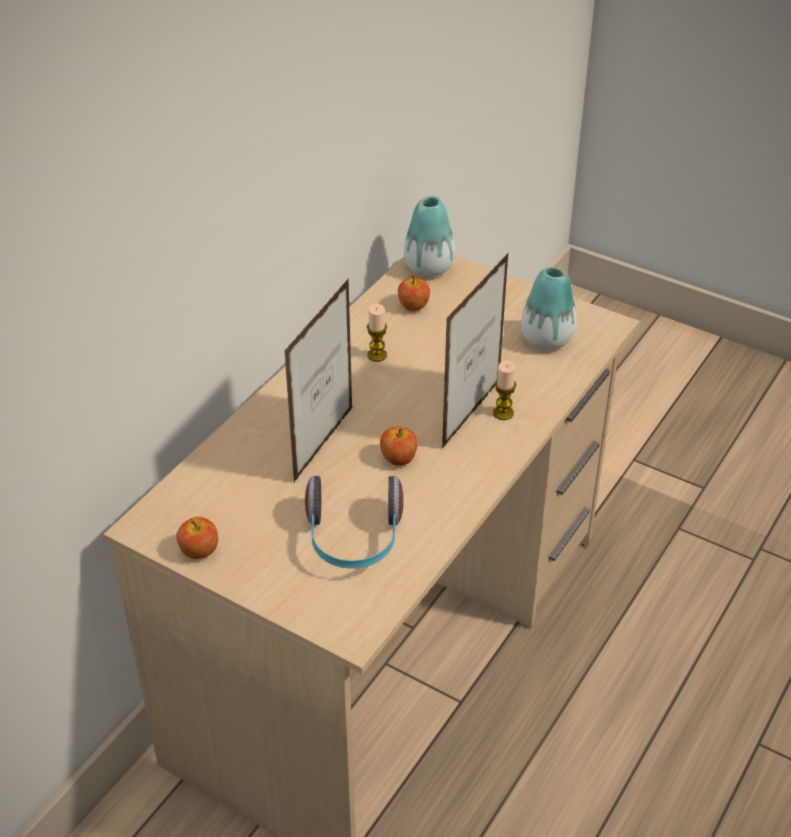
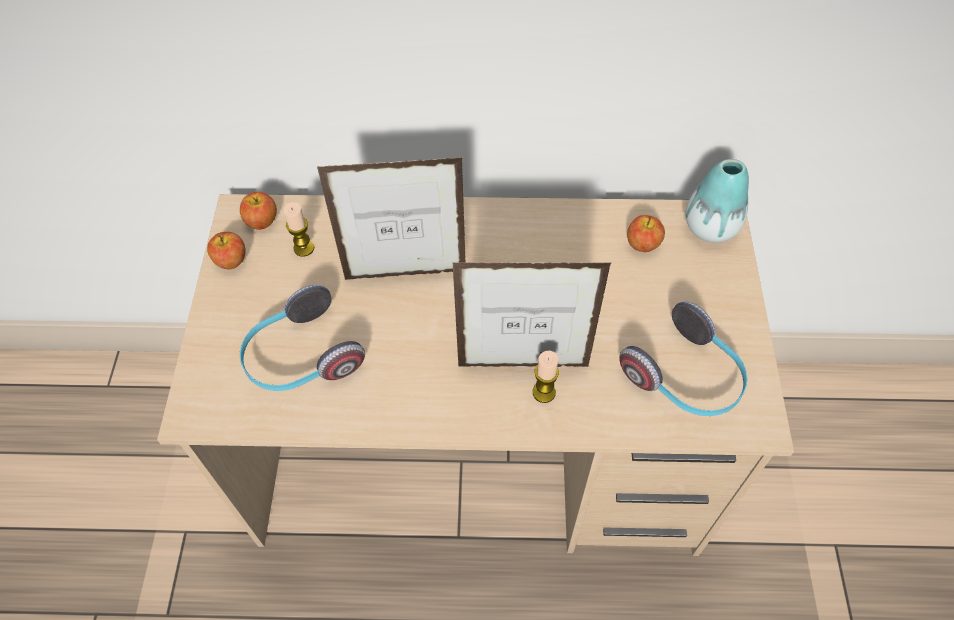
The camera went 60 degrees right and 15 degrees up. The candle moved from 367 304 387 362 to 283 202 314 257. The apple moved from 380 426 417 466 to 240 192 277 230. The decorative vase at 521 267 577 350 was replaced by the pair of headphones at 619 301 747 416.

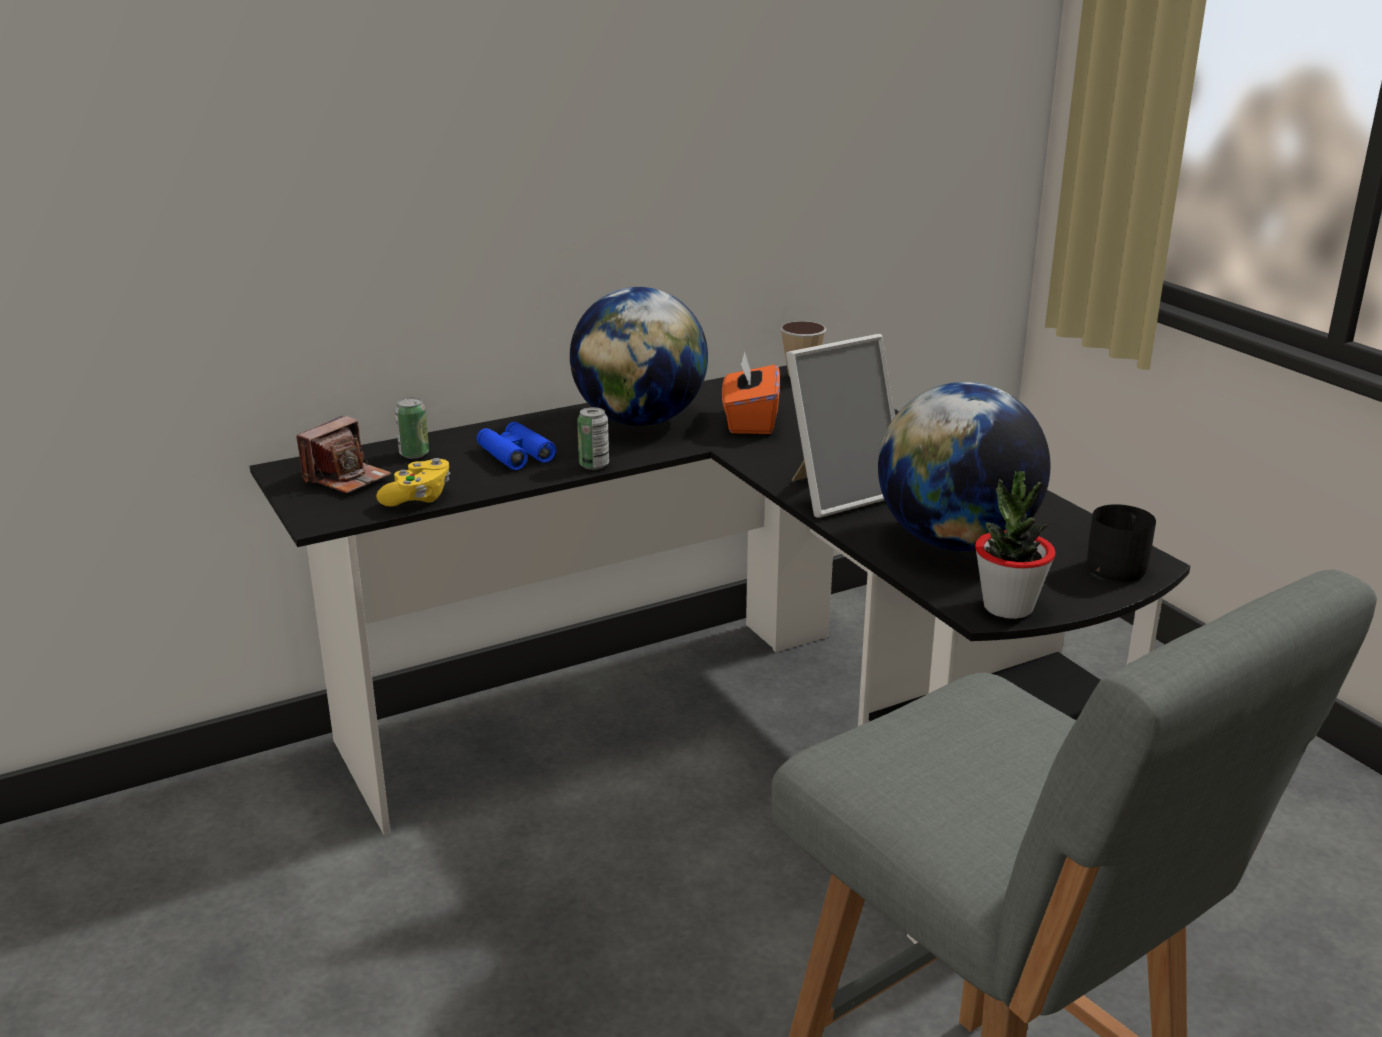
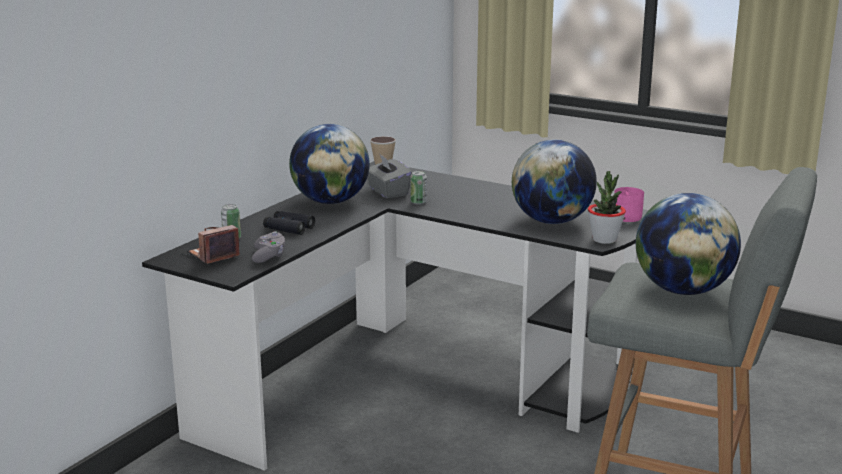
The camera went 30 degrees left and 5 degrees down. The photo frame at 786 334 895 518 disappeared. The globe at 636 193 741 295 appeared. The metal can moved from 577 407 609 470 to 410 171 427 205. The gamepad/yellow-coloured at 376 458 450 507 became the gamepad/gray at 252 231 285 263. The pair of binoculars/bluish at 477 422 556 470 became the pair of binoculars/black-coloured at 263 211 315 235. The tissue holder/orangey at 722 351 780 434 became the tissue holder/gray at 368 153 412 198. The tea mug/black-coloured at 1087 504 1156 582 became the tea mug/pinkish at 614 187 644 222. The photo camera at 296 416 391 493 turned 135 degrees counterclockwise.

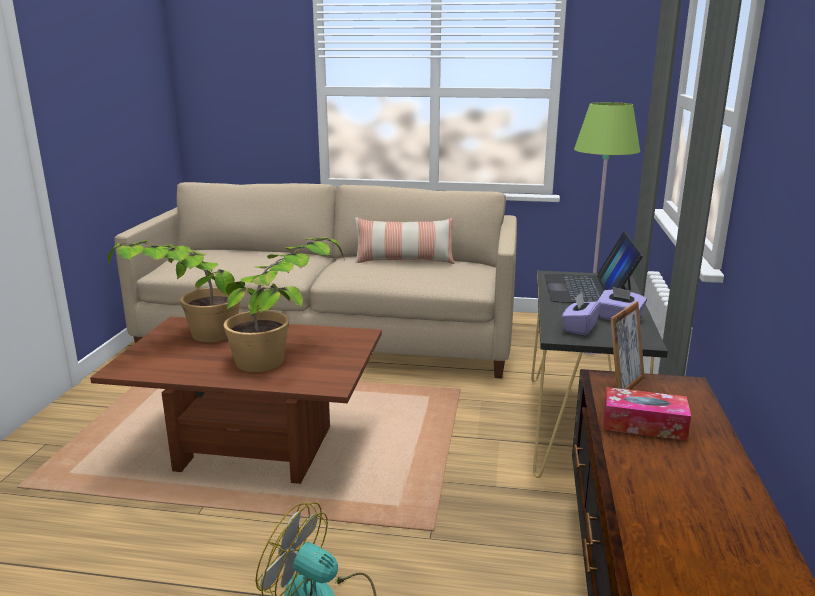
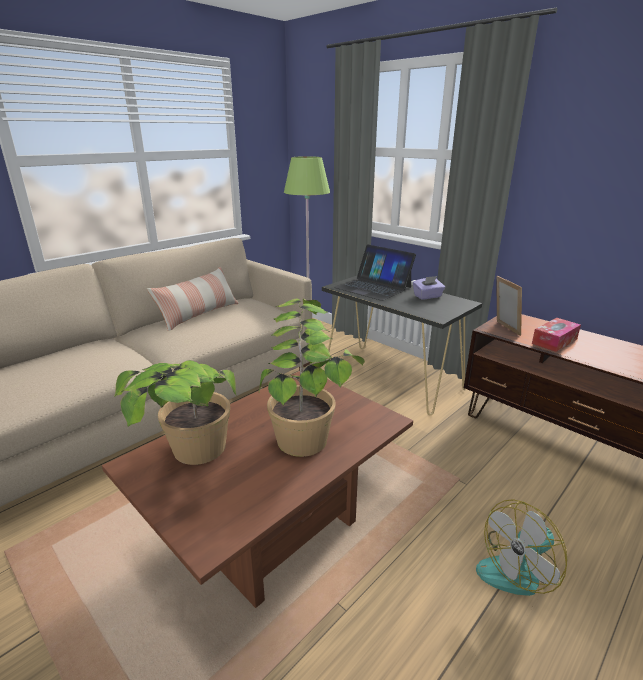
The camera went 55 degrees left and 5 degrees up. The tissue holder/purple-coloured at 562 292 601 335 disappeared.

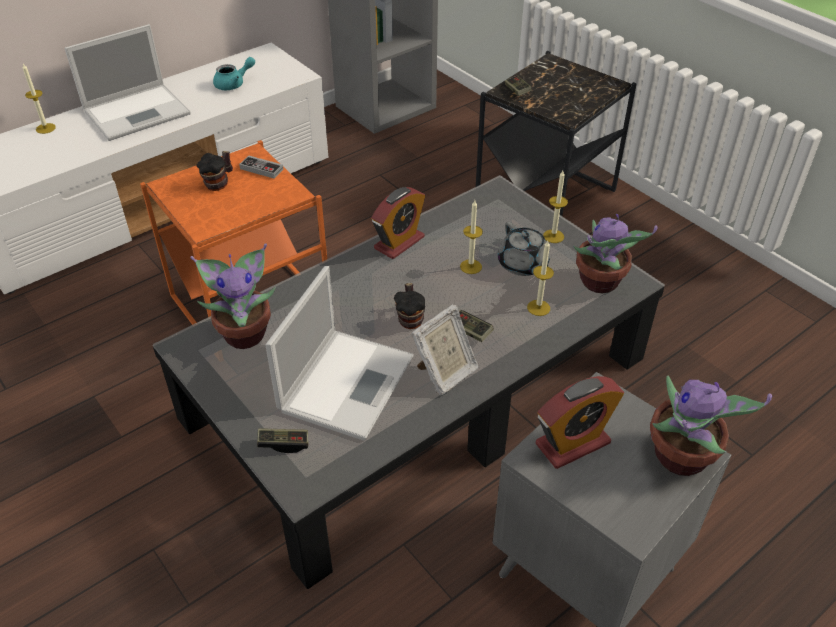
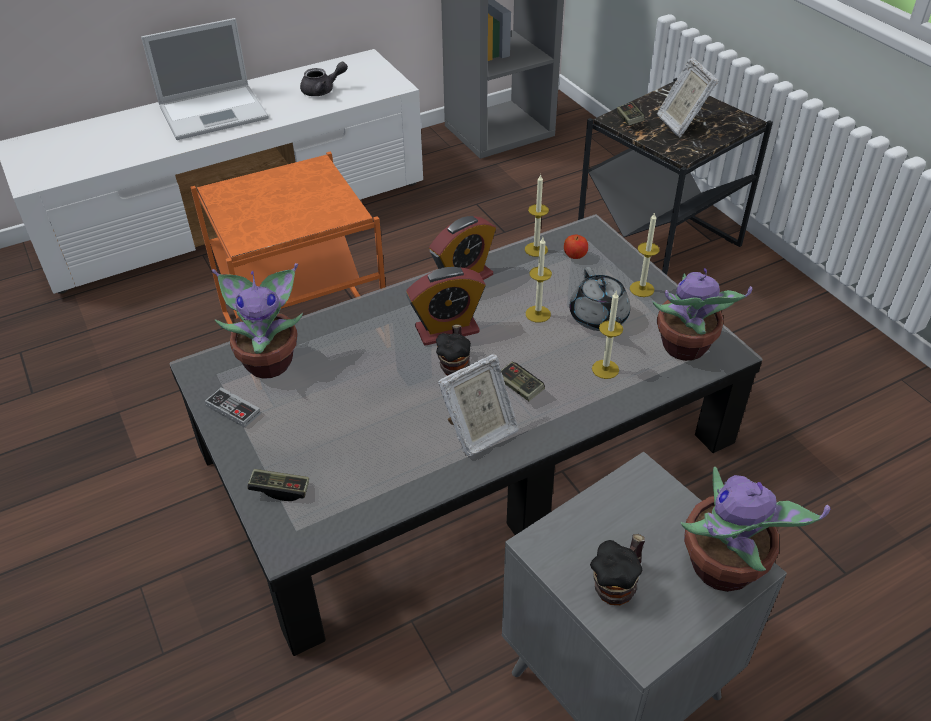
The camera went 10 degrees right and 0 degrees up. The laptop at 265 266 414 441 disappeared. The apple at 564 235 588 259 appeared. The photo frame at 657 57 719 137 appeared. The candle moved from 23 64 56 134 to 525 174 549 257. The tea mug moved from 196 151 233 191 to 590 534 645 605. The gamepad moved from 239 155 283 179 to 205 387 261 428. The table clock moved from 535 376 624 469 to 406 267 486 346. The teapot/turquoise at 213 57 255 90 became the teapot/gray at 300 62 348 96.

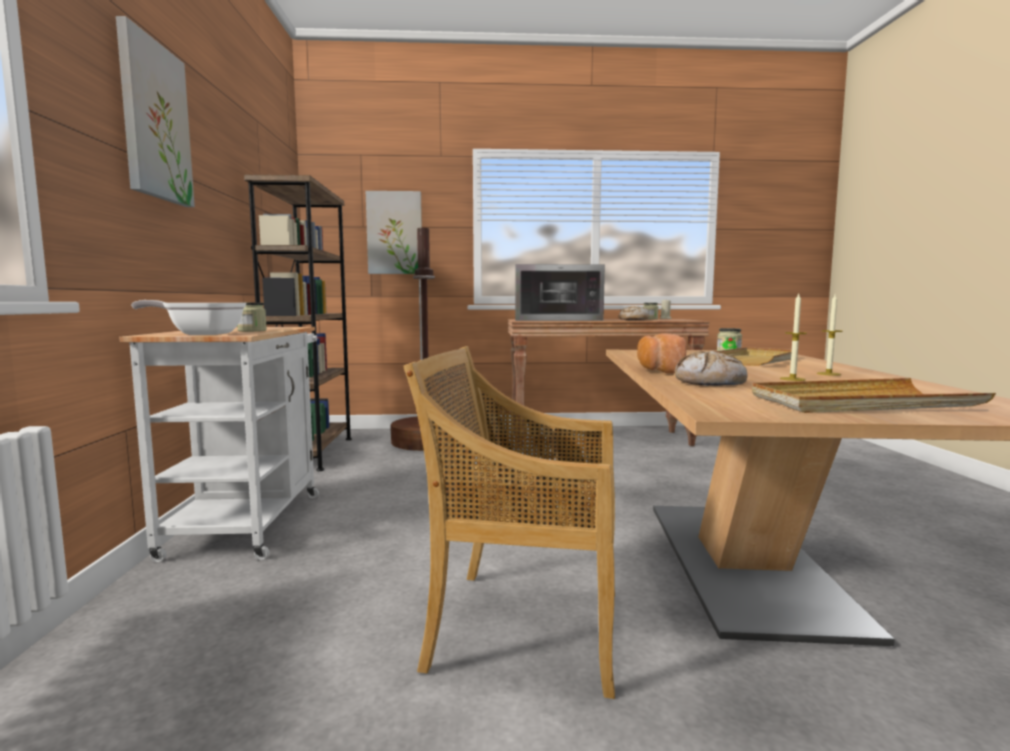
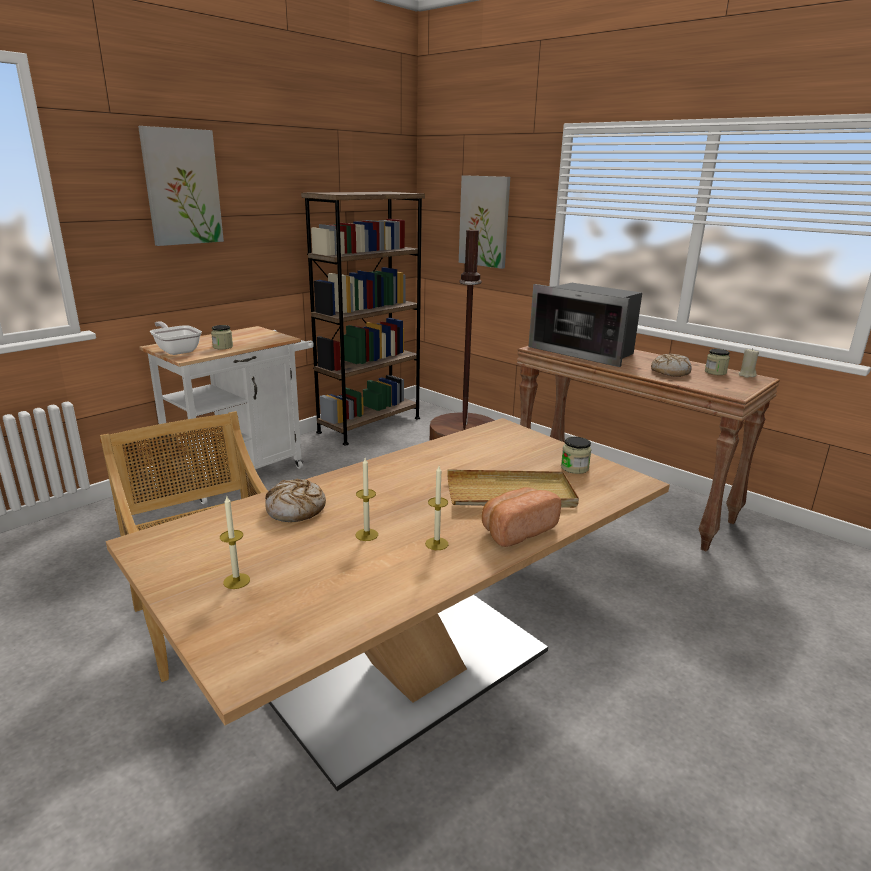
The camera went 45 degrees right and 15 degrees up. The baked bread moved from 637 333 686 374 to 482 487 561 547. The carrying tray/sand-coloured at 752 378 996 413 was replaced by the candle at 220 496 250 589.

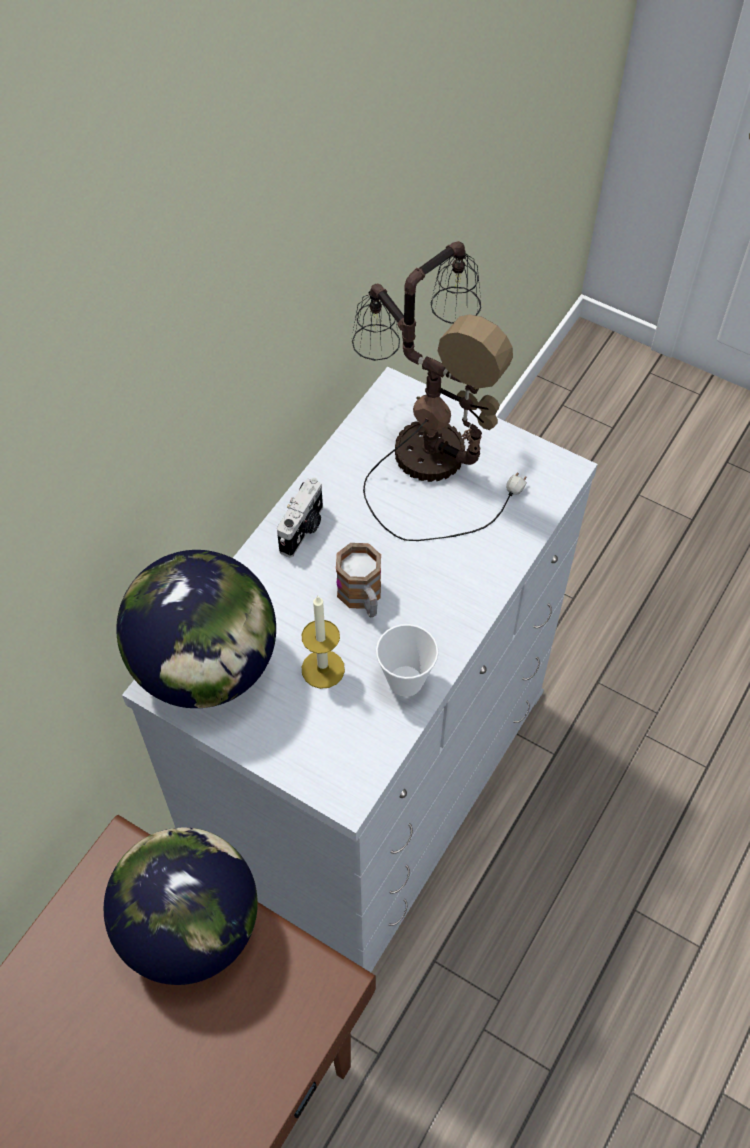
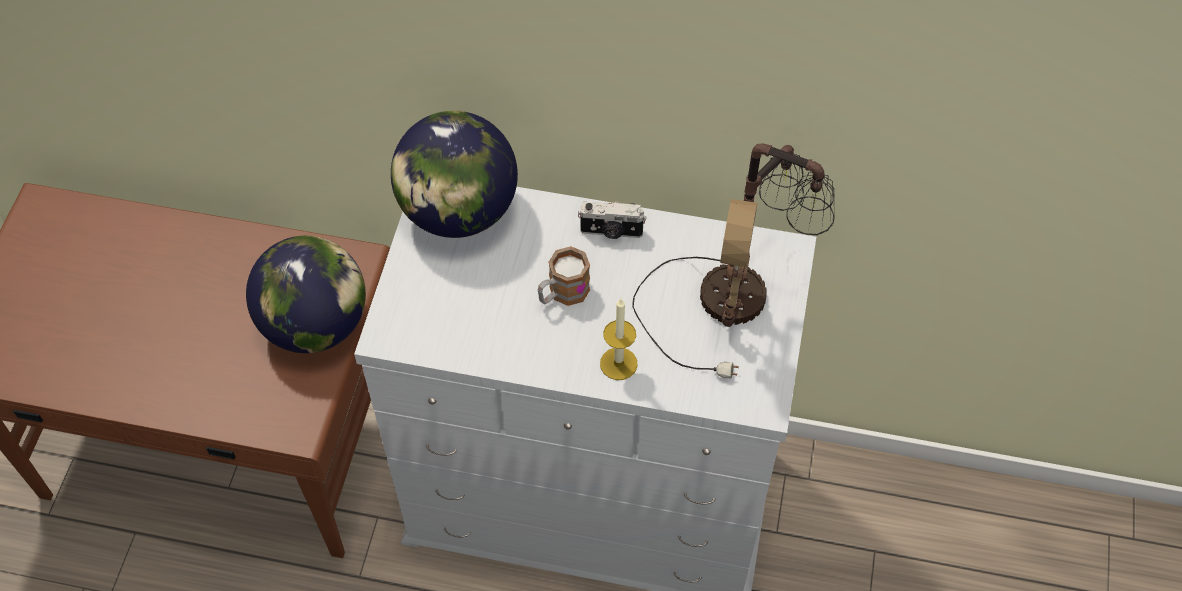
The camera went 70 degrees right and 0 degrees up. The drinking cup at 376 624 439 697 disappeared. The candle moved from 302 595 345 689 to 600 299 638 380.

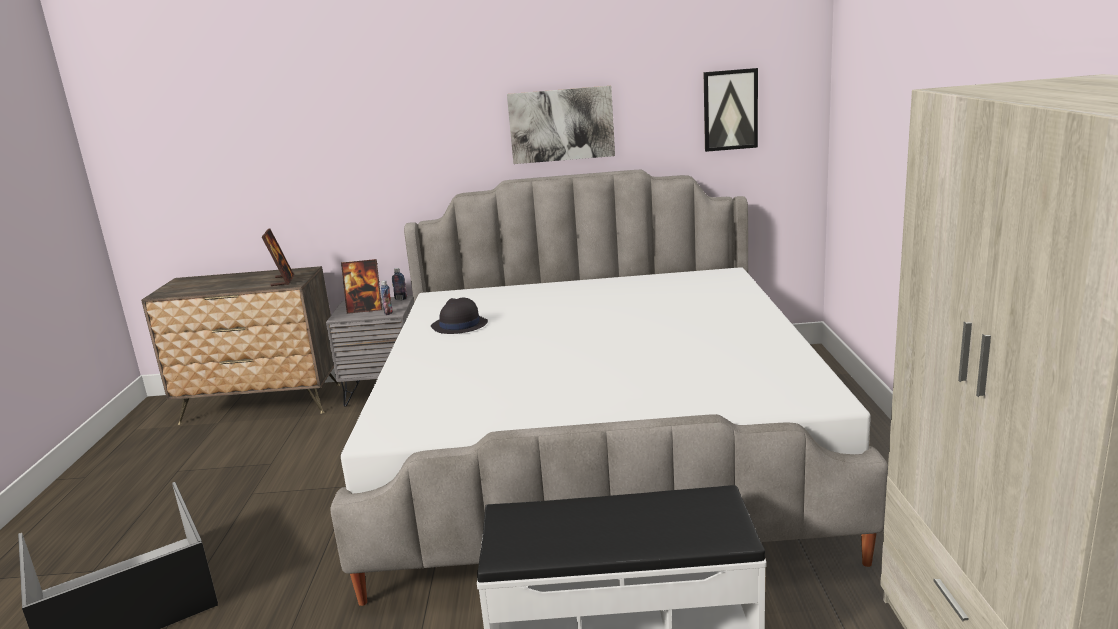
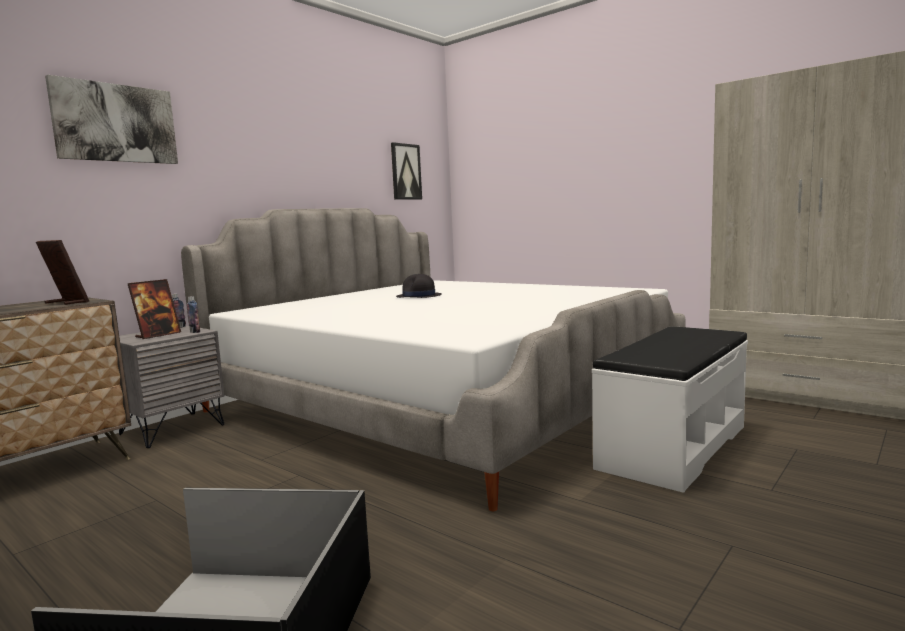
The camera went 50 degrees left and 10 degrees down. The hat/black-coloured moved from 431 298 488 334 to 396 274 442 298. The wall picture moved from 507 86 615 164 to 45 75 178 164.

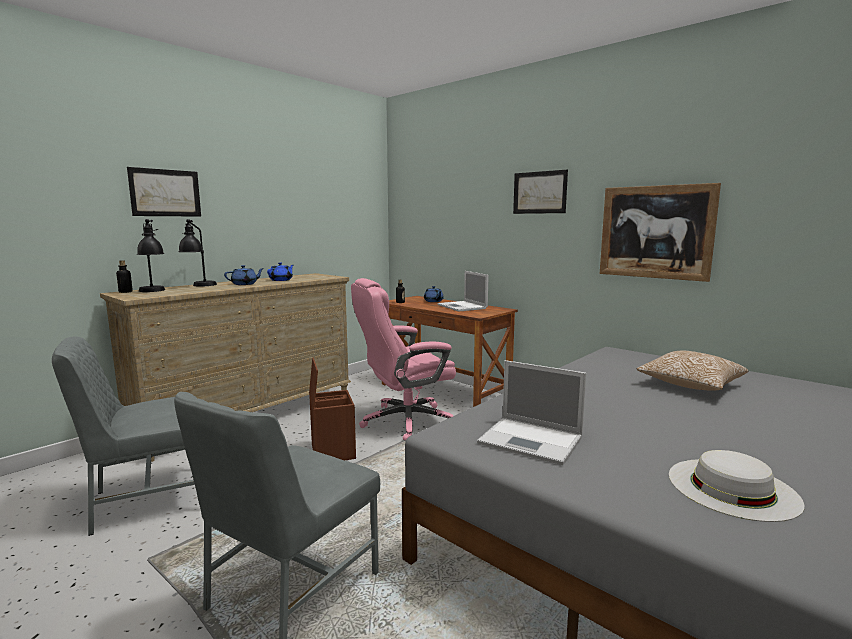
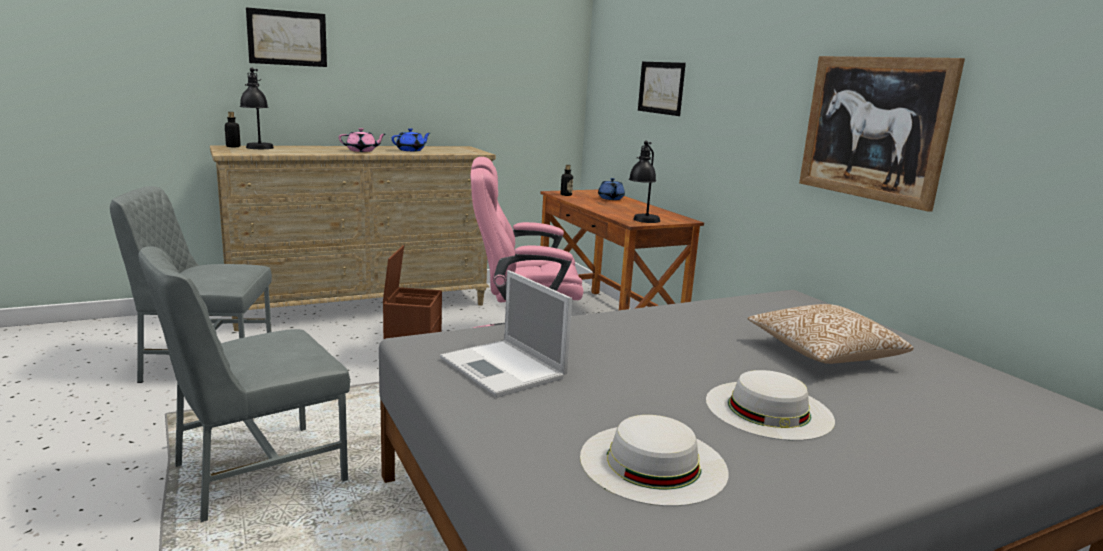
The camera went 20 degrees right and 5 degrees up. The laptop at 438 271 489 312 disappeared. The hat/whitish at 706 370 835 441 appeared. The table lamp/black-coloured moved from 179 219 217 286 to 629 141 660 223. The wall picture moved from 513 170 568 214 to 638 62 686 116. The teapot/bluish at 224 265 264 285 became the teapot/pinkish at 339 128 385 152.

